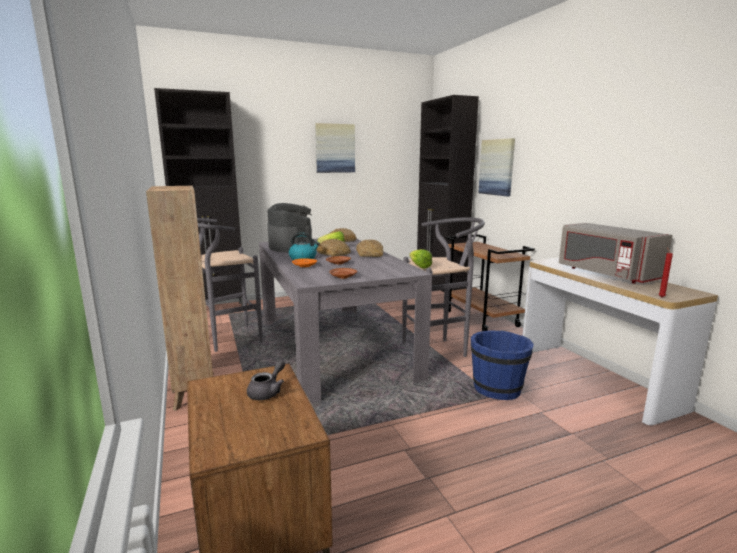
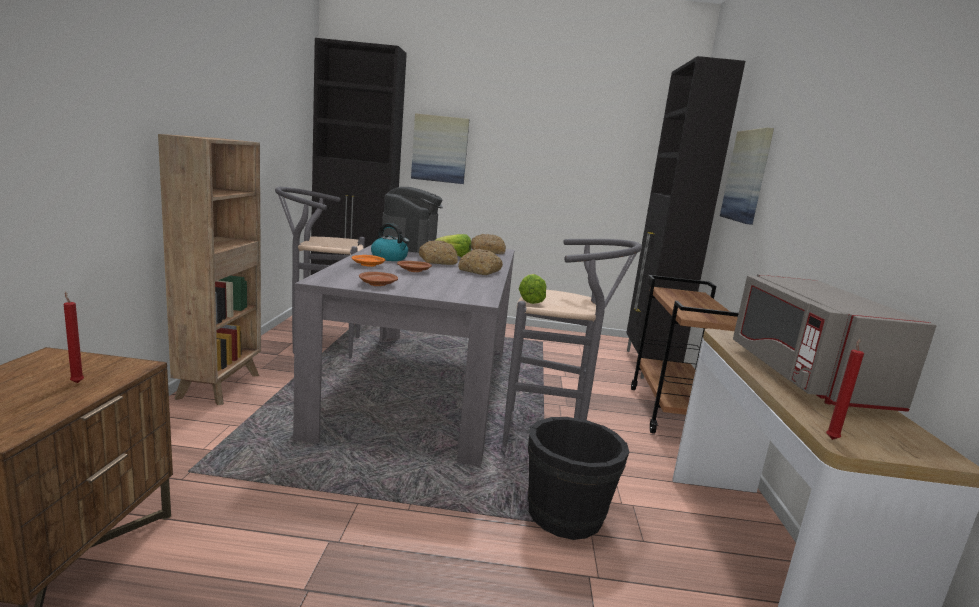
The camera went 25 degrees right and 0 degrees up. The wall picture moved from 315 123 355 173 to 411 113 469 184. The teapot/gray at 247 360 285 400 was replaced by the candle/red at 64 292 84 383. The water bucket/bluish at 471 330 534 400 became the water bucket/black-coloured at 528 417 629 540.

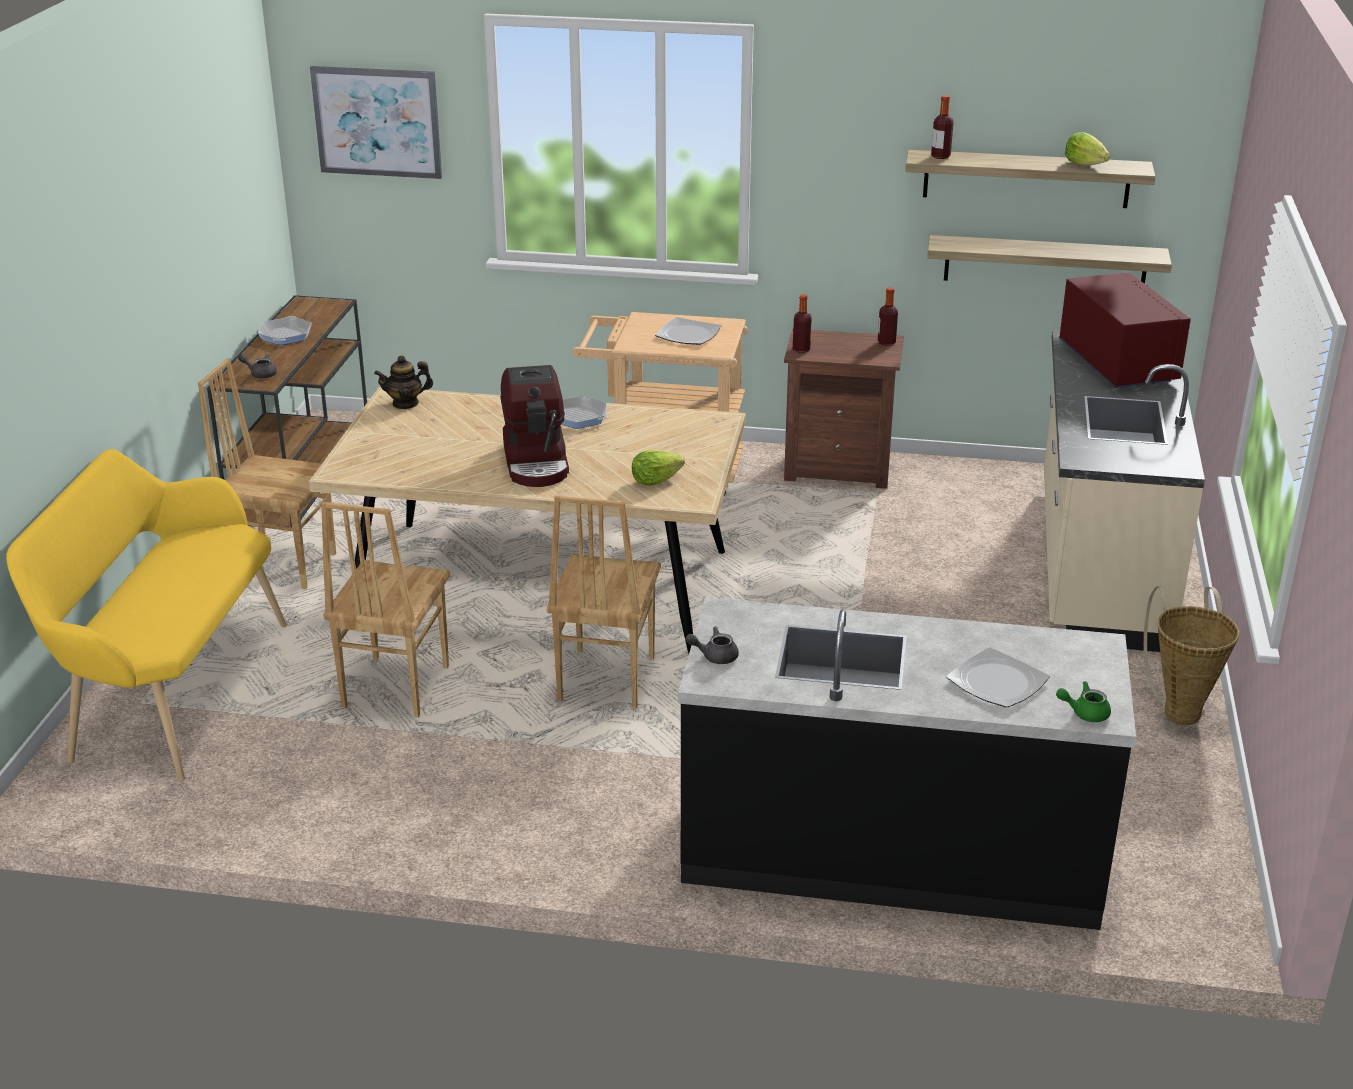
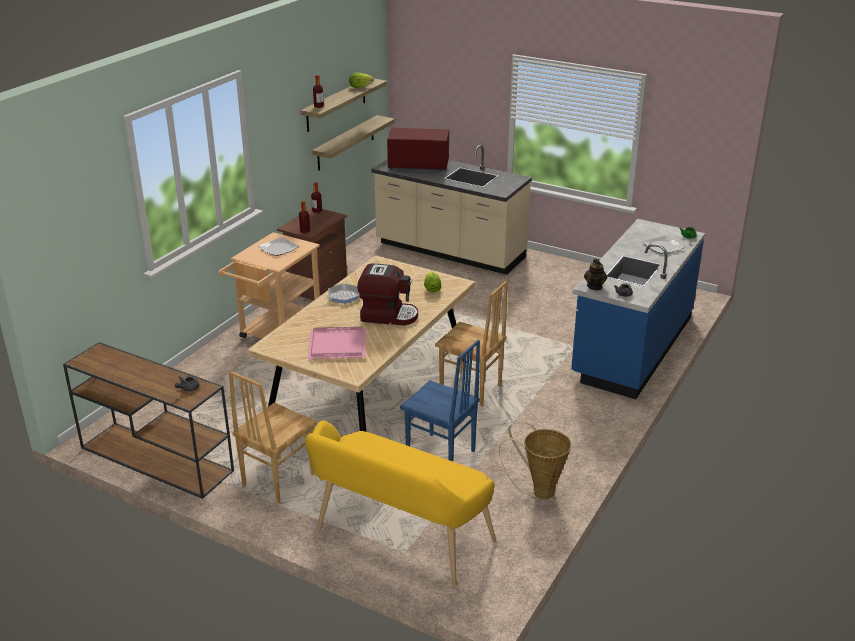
The camera went 70 degrees left and 0 degrees up. The pan at 258 316 312 345 disappeared. The wall picture at 310 66 442 179 disappeared. The carrying tray/pinkish at 308 327 366 359 appeared. The teapot moved from 374 355 433 409 to 584 259 607 290. The basket moved from 1144 586 1240 725 to 499 421 571 499. The upright chair/brown-coloured at 321 502 450 718 became the upright chair/bluish at 400 340 480 461. The counter/black-coloured at 678 597 1136 930 became the counter/bluish at 571 219 705 399.

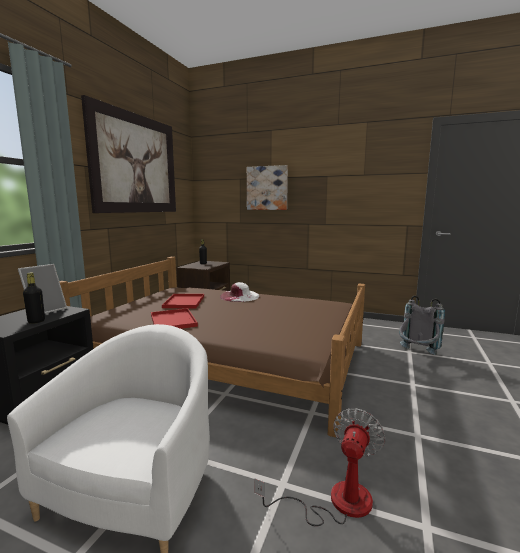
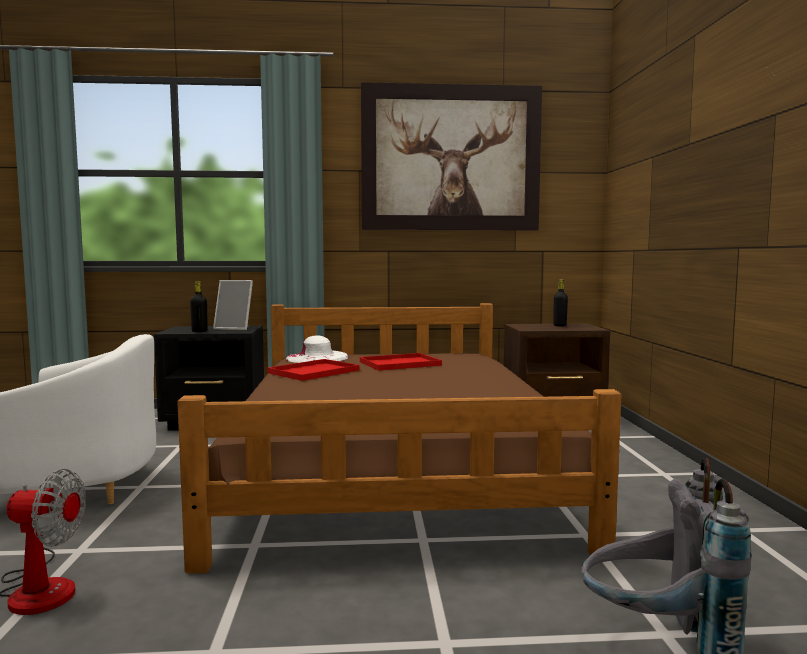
The camera went 65 degrees right and 5 degrees down. The wall picture at 247 165 288 210 disappeared. The hat/whitish moved from 220 282 260 302 to 286 335 349 363.

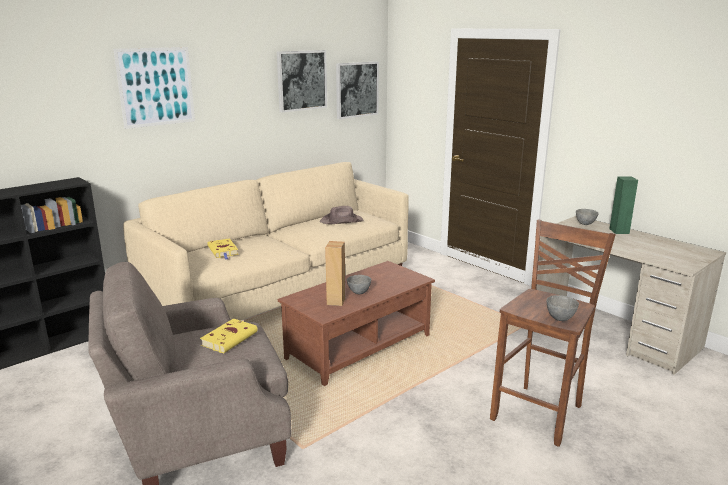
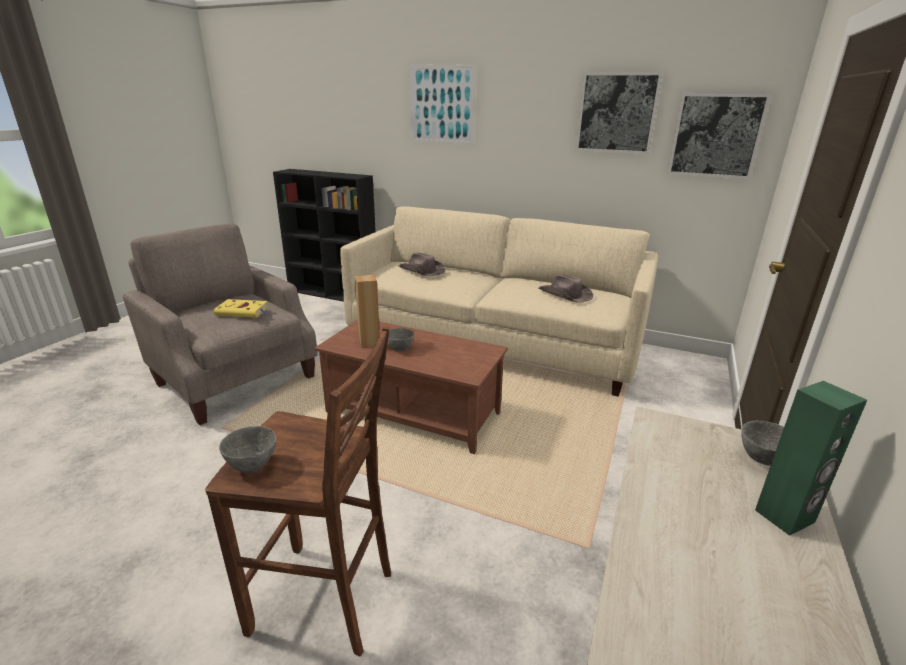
The camera went 65 degrees right and 5 degrees up. The volume/yellow-coloured at 207 238 239 260 was replaced by the hat/brown-coloured at 399 252 446 276.

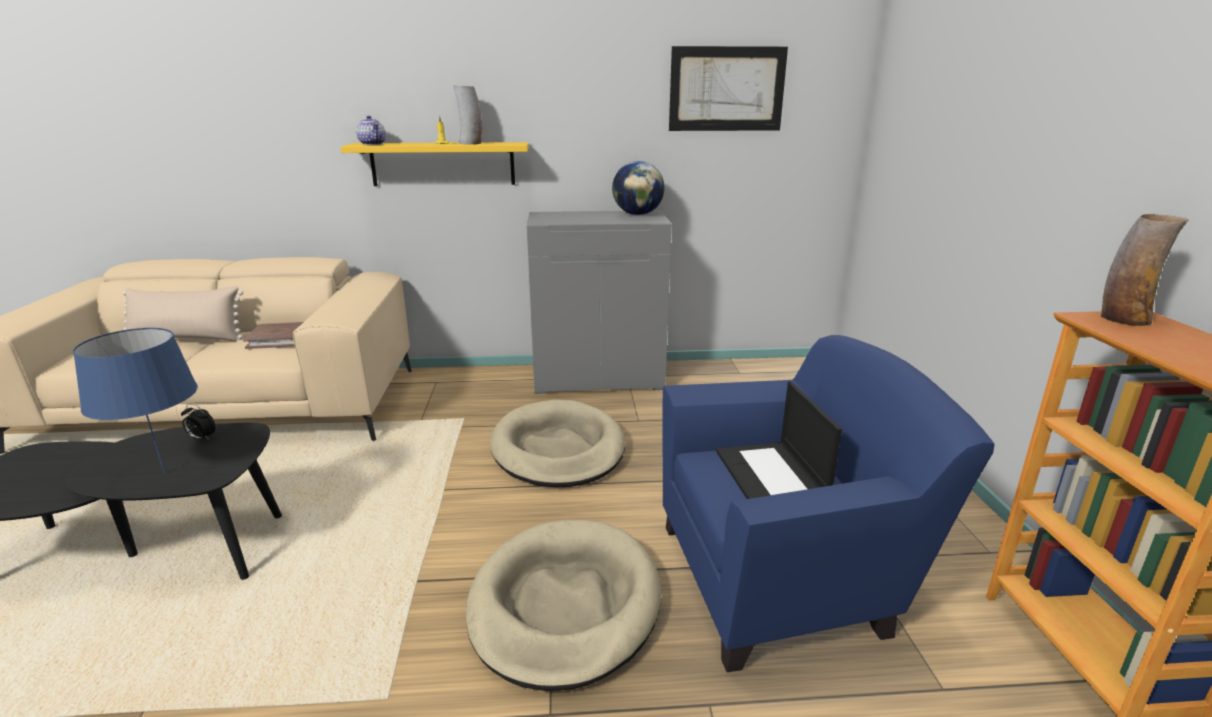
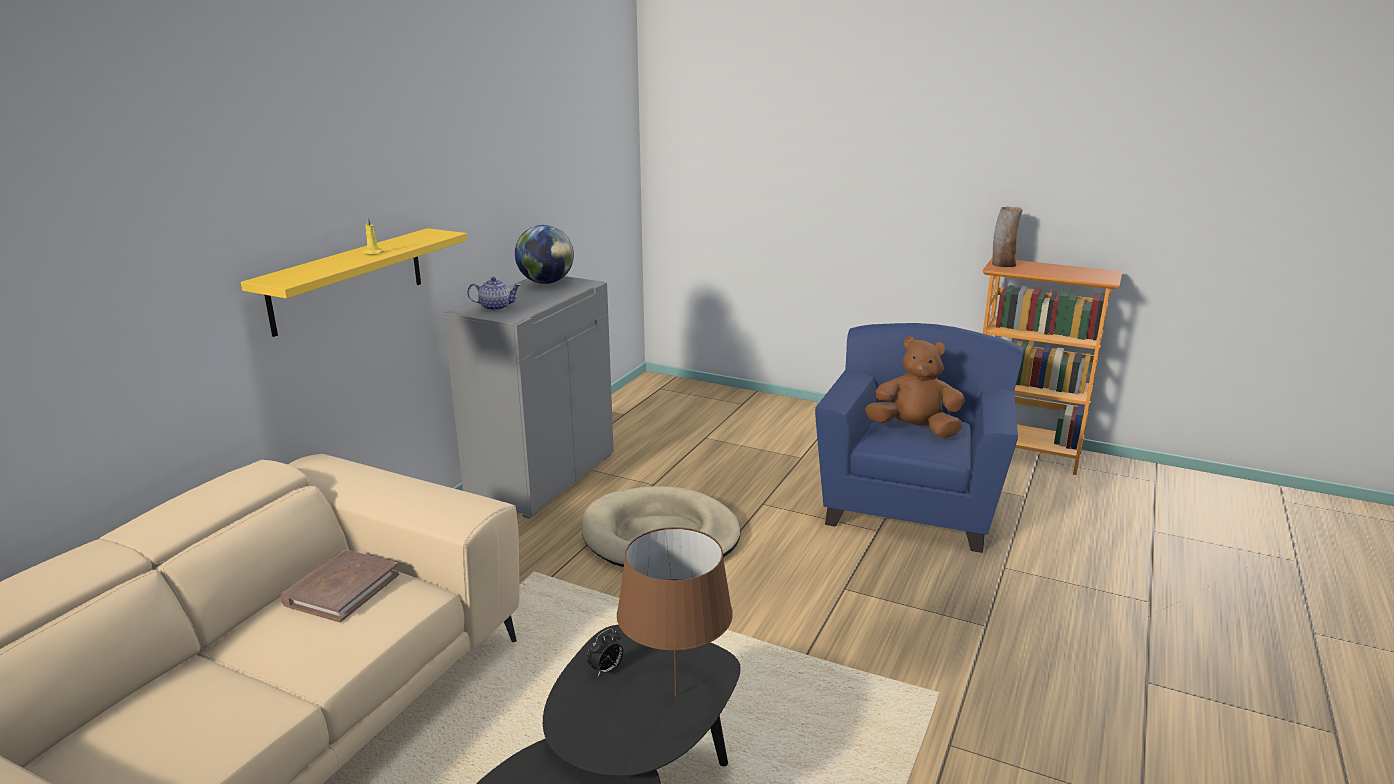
The camera went 60 degrees left and 0 degrees up. The pillow/sand-coloured at 123 286 243 341 disappeared. The decorative vase at 453 86 482 144 disappeared. The pet bed/sand-coloured at 466 520 661 691 disappeared. The wall picture at 669 46 788 131 disappeared. The teapot moved from 356 115 386 145 to 467 277 521 311. The laptop at 716 381 842 499 was replaced by the soft toy/brown-coloured at 865 336 965 438. The table lamp/bluish at 73 328 198 473 became the table lamp/brown-coloured at 617 527 733 697.

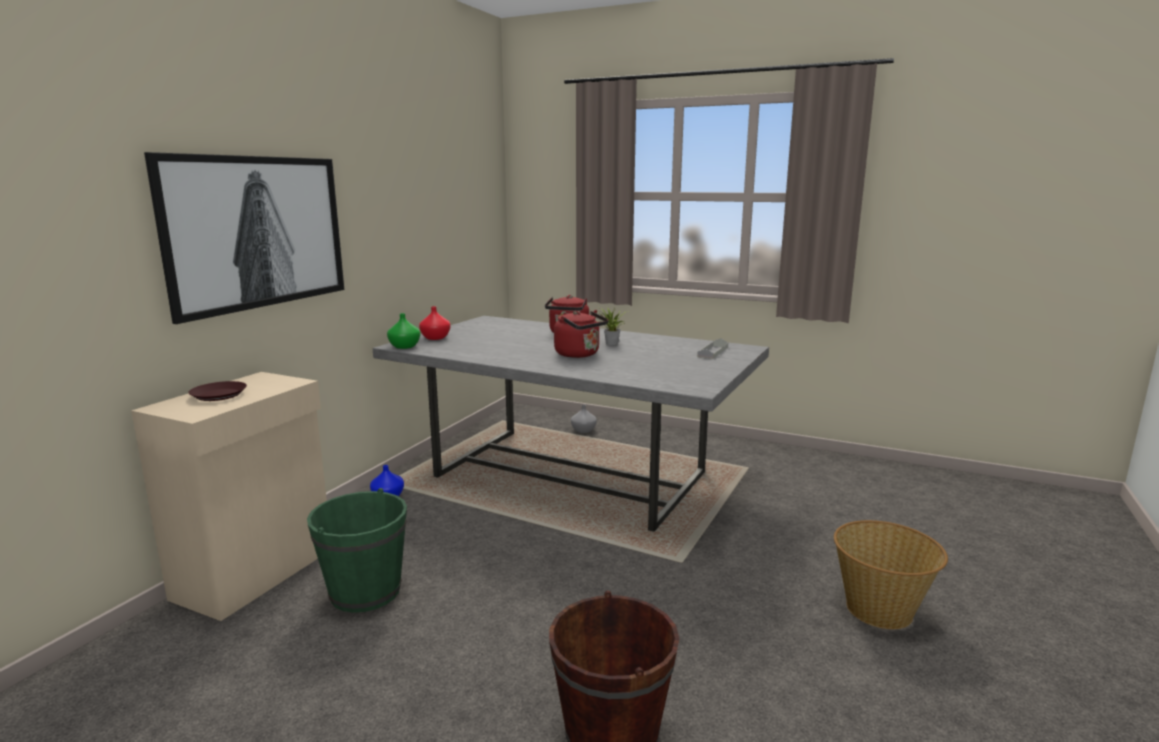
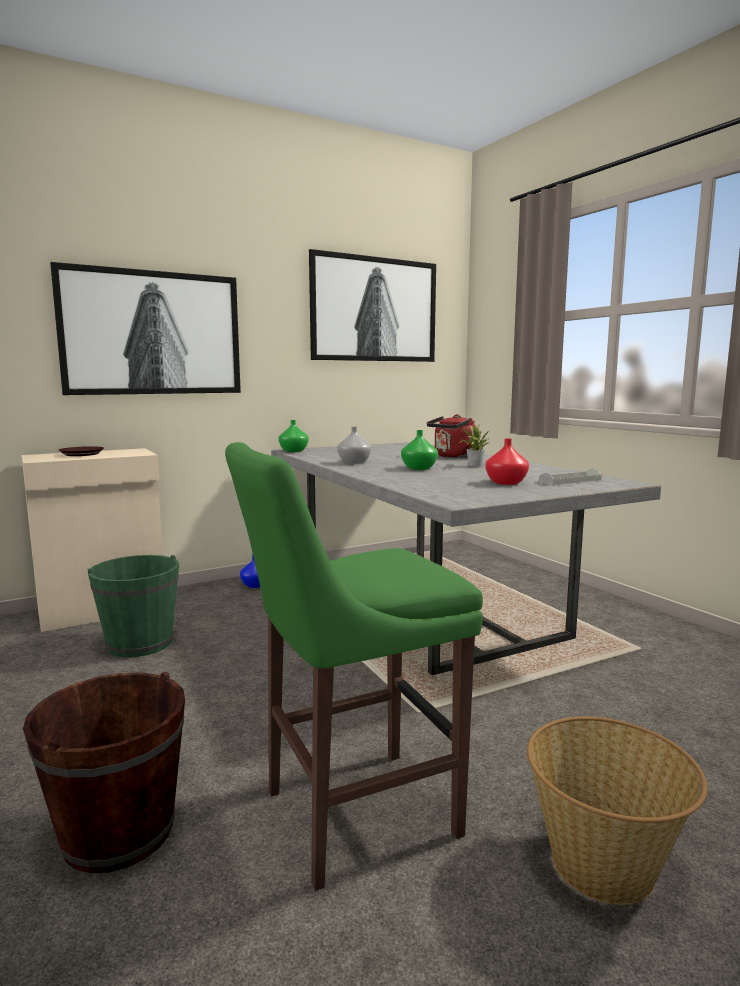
The camera went 35 degrees right and 5 degrees down. The stool/green-coloured at 225 442 483 891 appeared. The wall picture at 309 249 436 362 appeared. The decorative vase/red moved from 419 306 450 340 to 485 439 529 485. The decorative vase/gray moved from 571 404 597 433 to 337 426 372 464. The tea kettle/red at 554 311 608 358 was replaced by the decorative vase/green-coloured at 401 430 438 470.

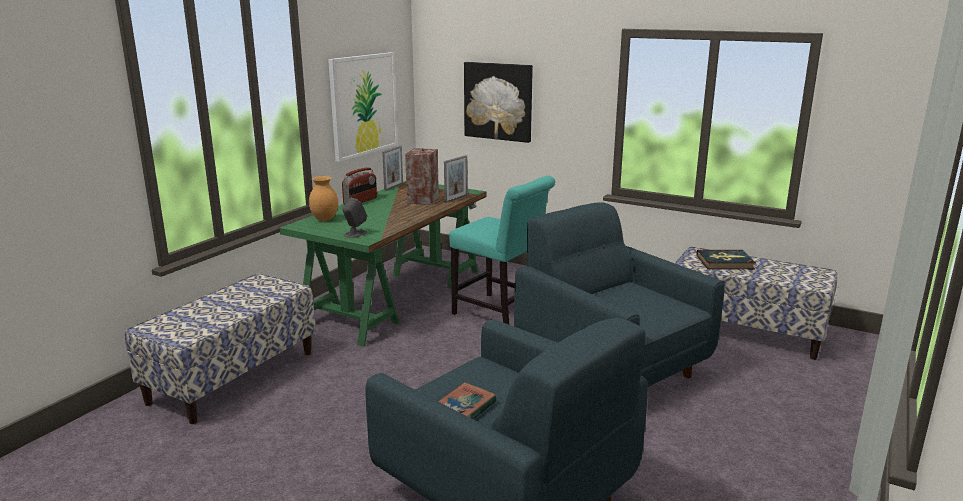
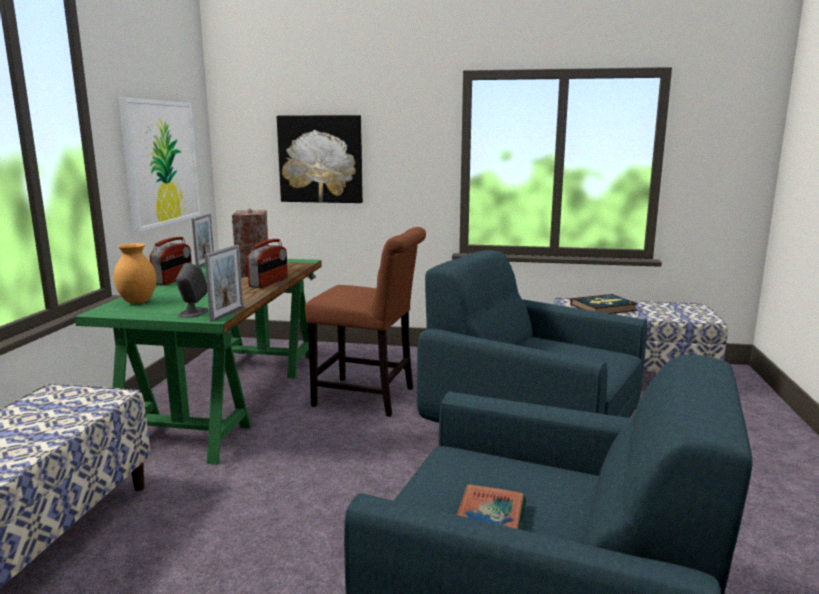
The camera went 20 degrees left and 5 degrees down. The radio at 247 239 288 288 appeared. The photo frame moved from 444 155 468 203 to 204 245 243 322. The upright chair/turquoise at 449 176 555 324 became the upright chair/brown-coloured at 305 227 426 417.

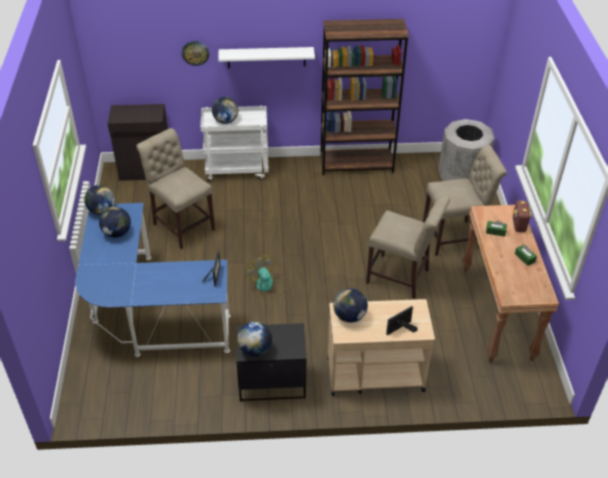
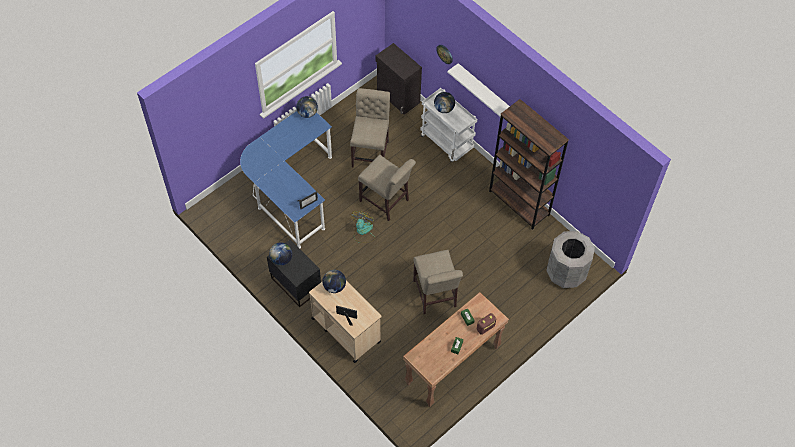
The camera went 50 degrees right and 15 degrees up. The globe at 99 207 131 238 disappeared. The upright chair/sand-coloured moved from 423 145 507 256 to 358 155 416 221.

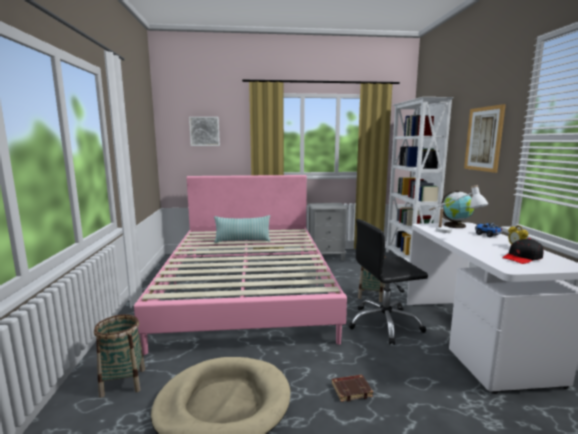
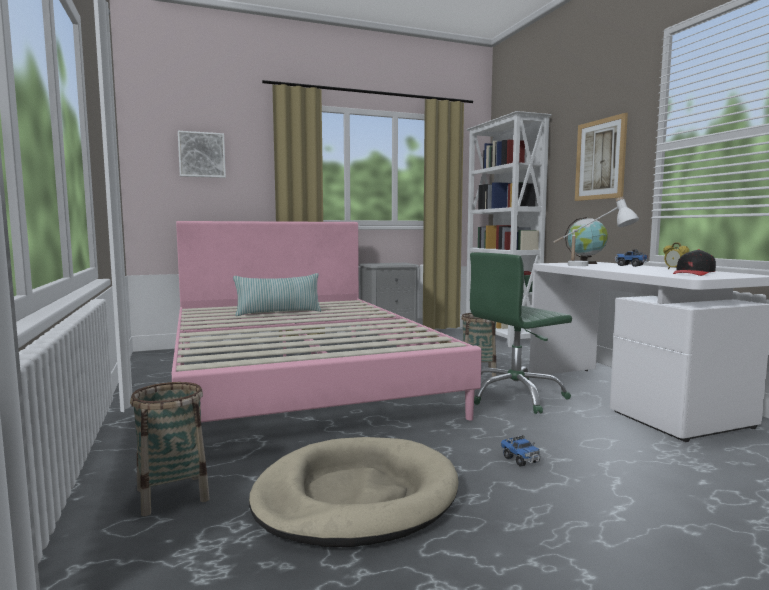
The camera went 15 degrees left and 5 degrees down. The volume/brown-coloured at 332 375 373 402 was replaced by the toy lorry at 501 435 541 467. The desk chair/black-coloured at 348 219 428 345 became the desk chair/green-coloured at 470 252 572 414.

